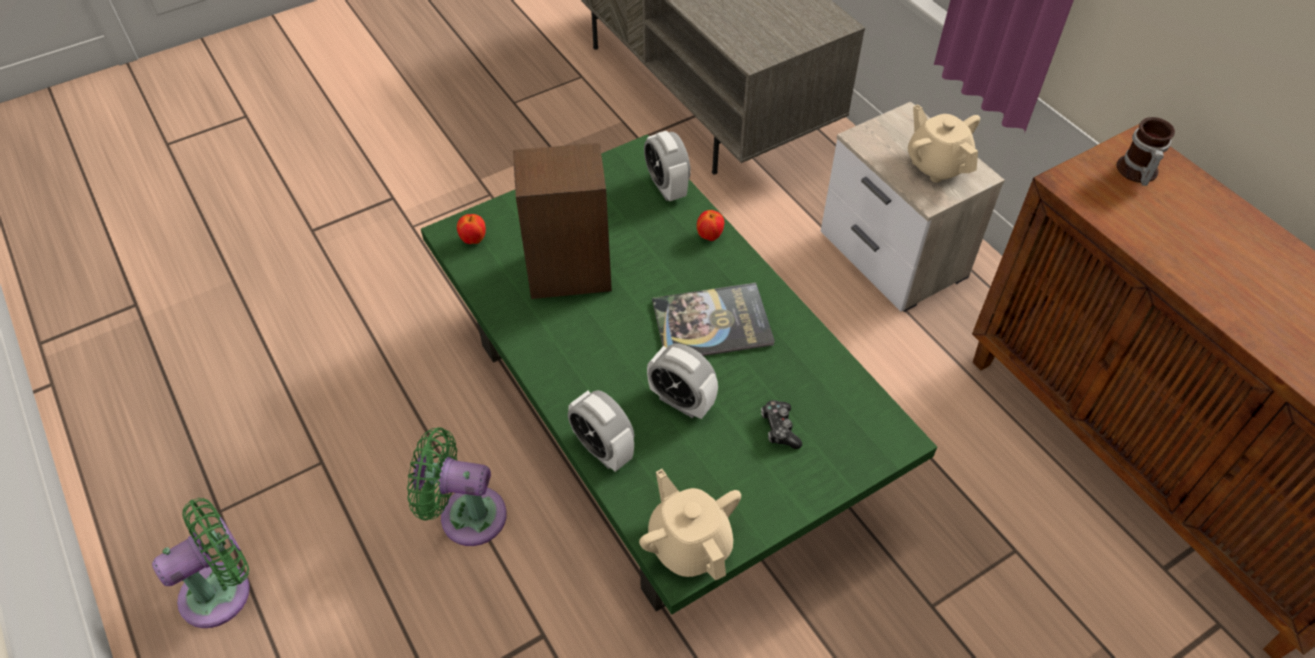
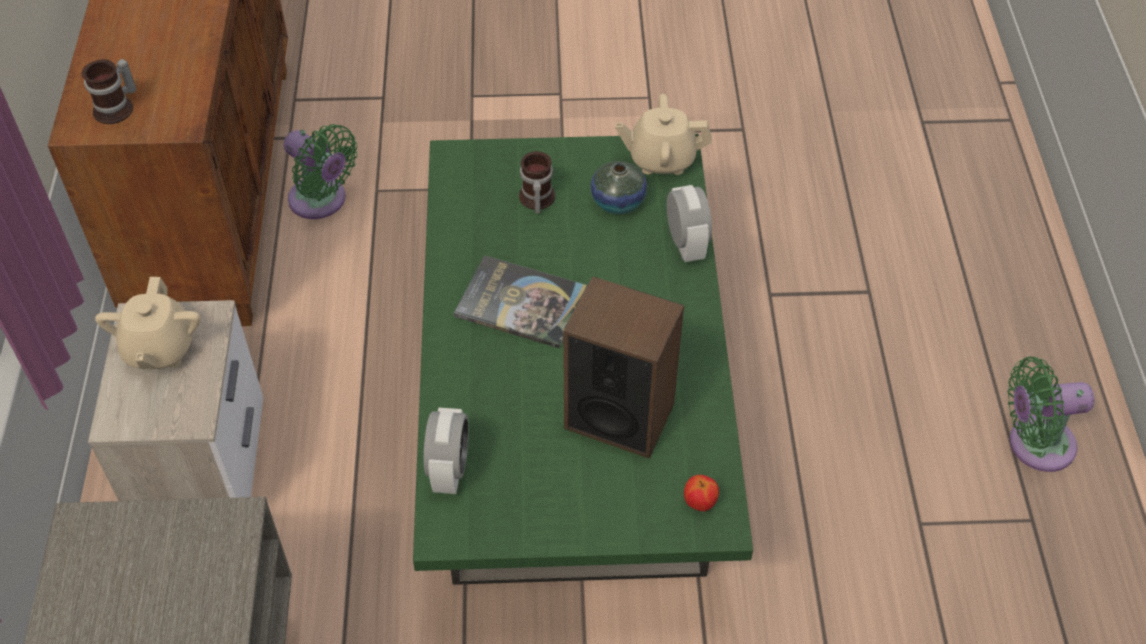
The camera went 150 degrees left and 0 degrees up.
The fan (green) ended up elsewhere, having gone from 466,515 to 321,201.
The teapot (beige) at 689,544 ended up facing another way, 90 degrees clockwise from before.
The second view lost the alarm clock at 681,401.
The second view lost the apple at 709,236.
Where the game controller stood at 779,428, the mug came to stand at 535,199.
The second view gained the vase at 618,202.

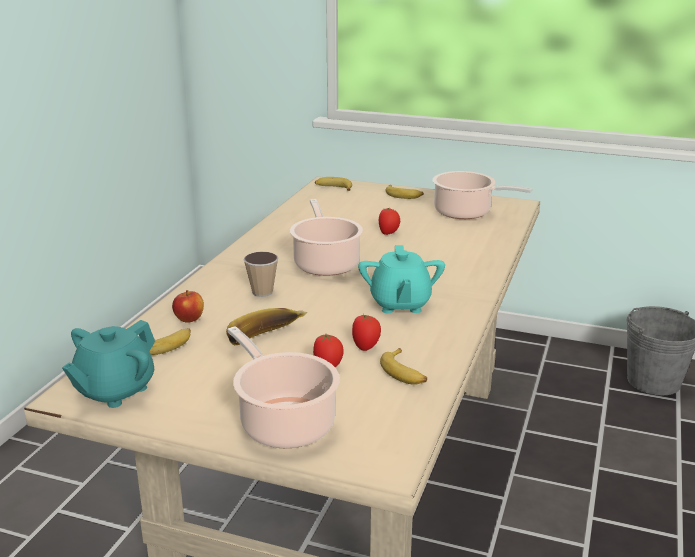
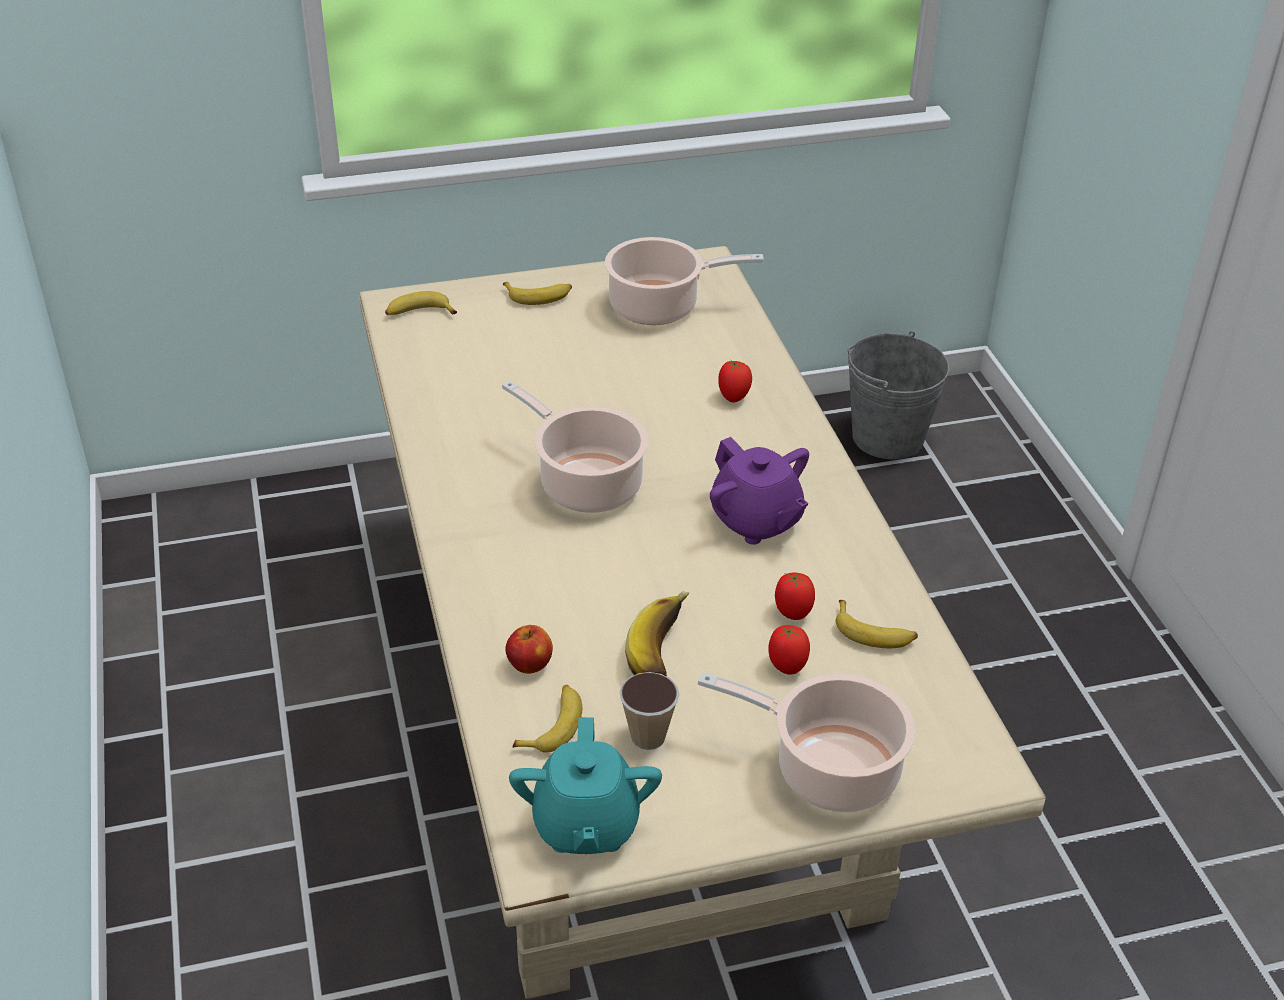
The camera went 35 degrees left and 15 degrees up.
The cup ended up elsewhere, having gone from 262,292 to 648,737.
What was the teapot (turquoise) at 400,304 turned into the teapot (purple) at 756,521.
The tomato ended up elsewhere, having gone from 388,233 to 734,397.

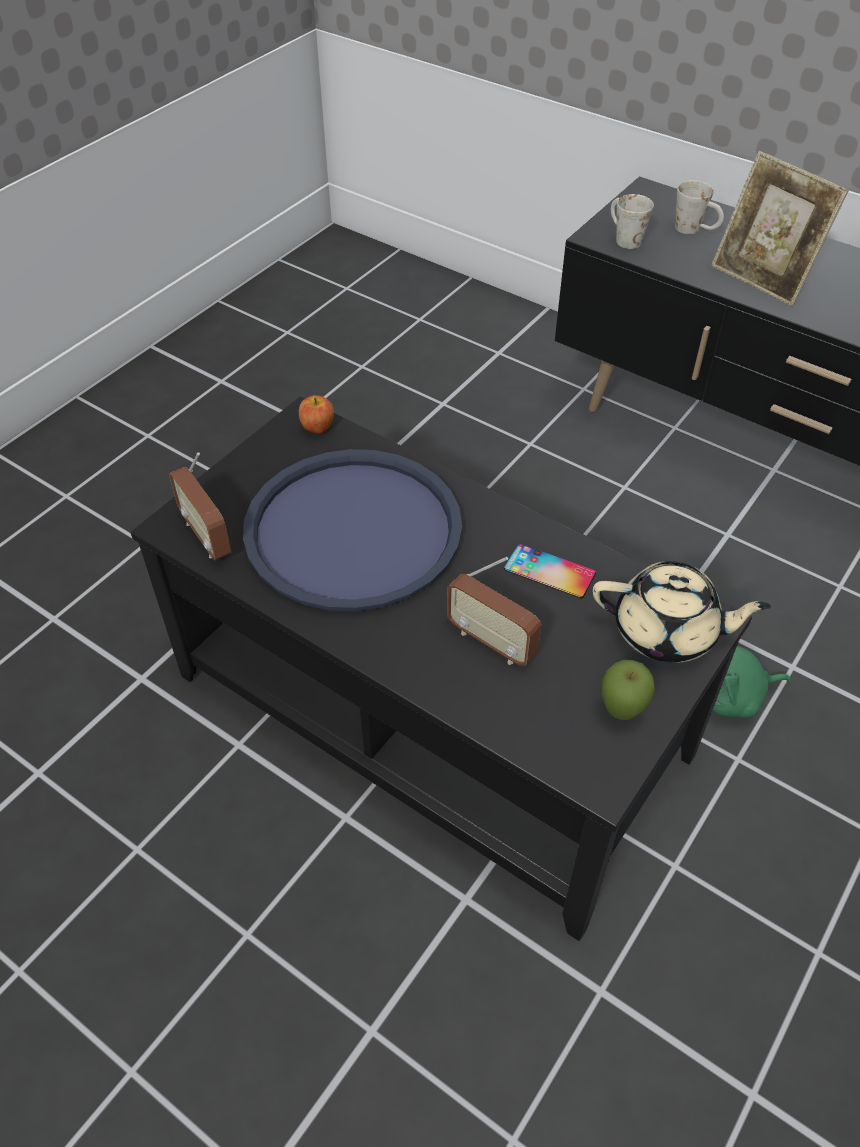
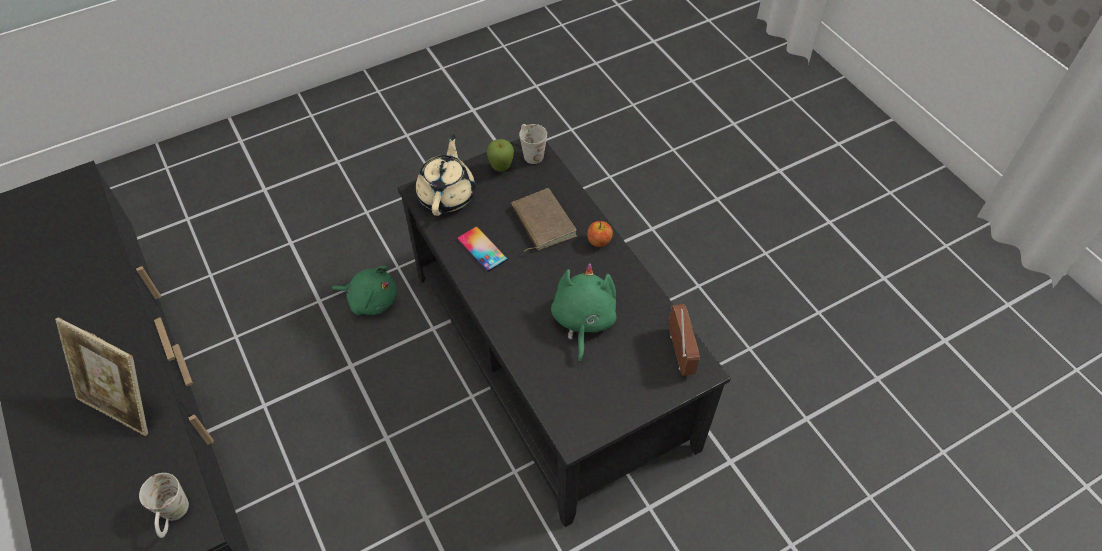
The camera went 155 degrees left and 5 degrees up.
Where the tray (blue) stood at 352,530, the plush toy (green) came to stand at 583,320.
The apple ended up elsewhere, having gone from 317,427 to 599,241.
Where the radio stood at 491,642, the book (brown) came to stand at 541,222.
The teapot (beige) at 667,632 ended up facing another way, 60 degrees clockwise from before.
The mug (white) ended up elsewhere, having gone from 695,230 to 530,152.
The picture frame at 762,279 ended up facing another way, 135 degrees clockwise from before.

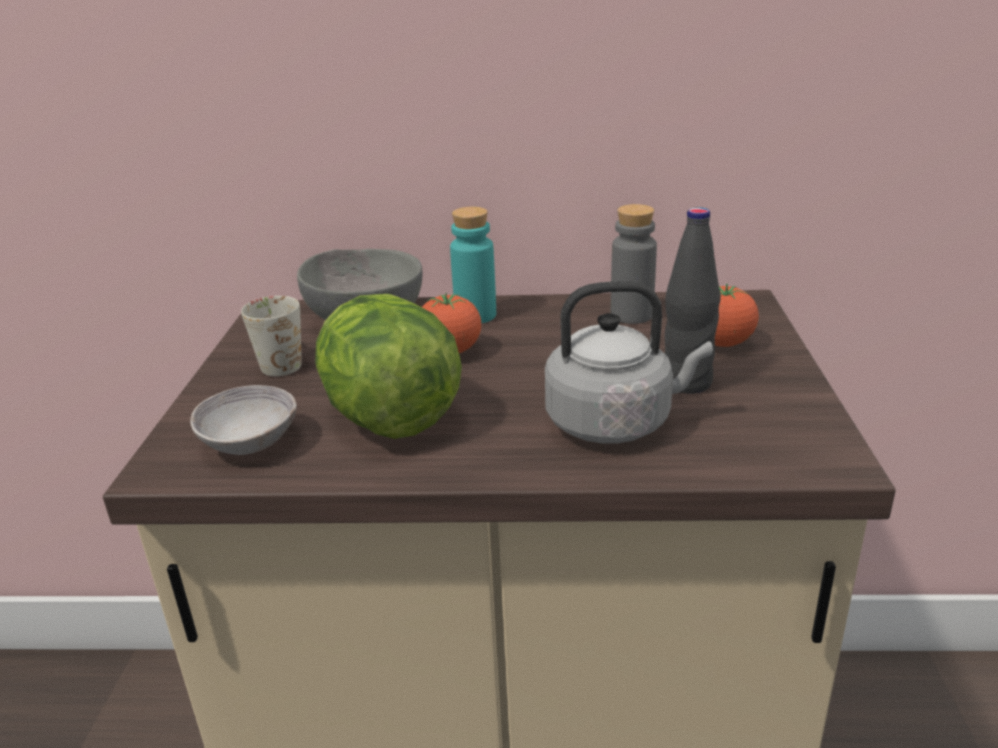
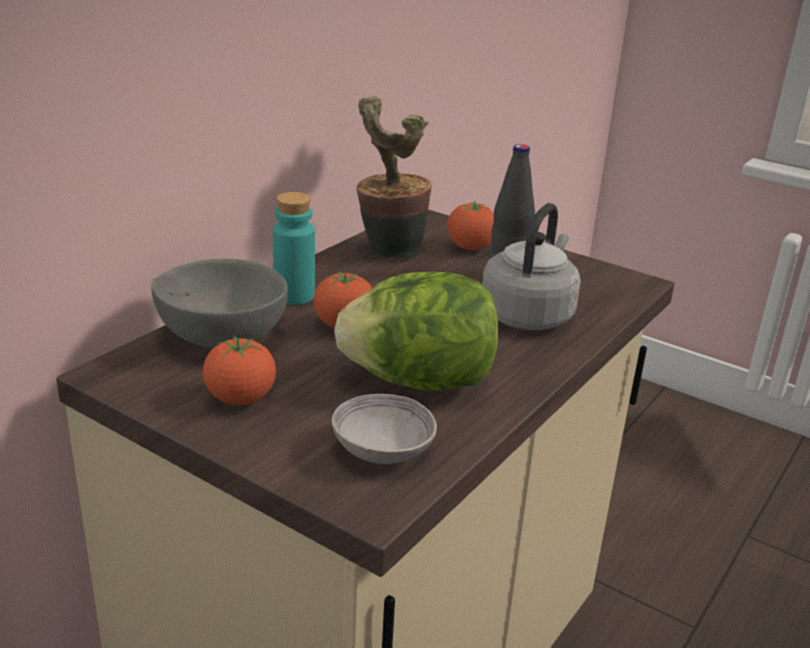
The camera went 60 degrees left and 0 degrees up.
Where the mug (white) stood at 278,361, the tomato came to stand at 240,399.
Where the bottle (grey) stood at 631,315, the potted plant came to stand at 388,252.

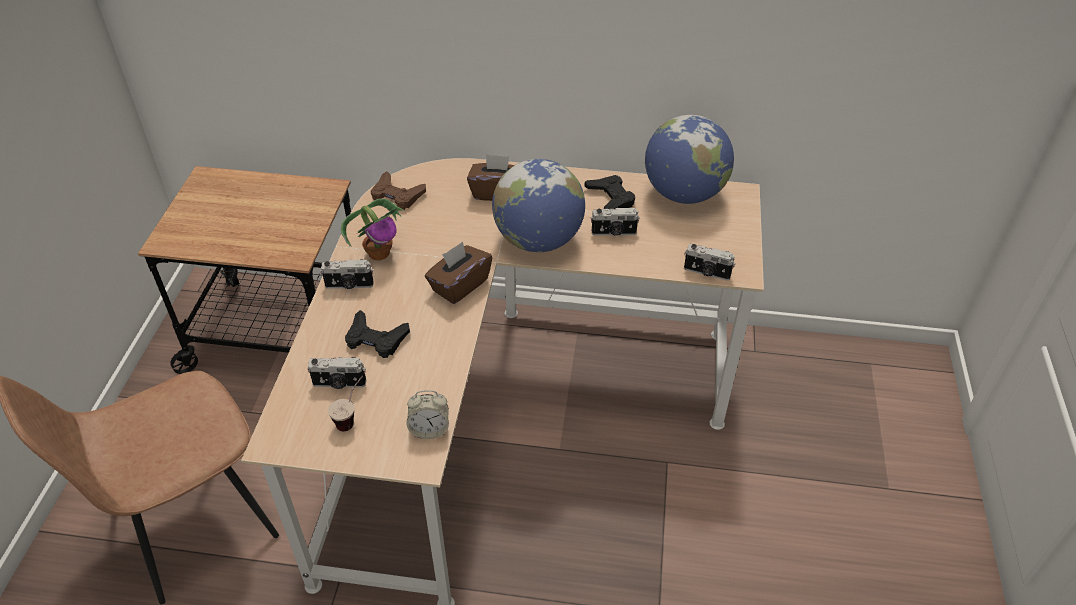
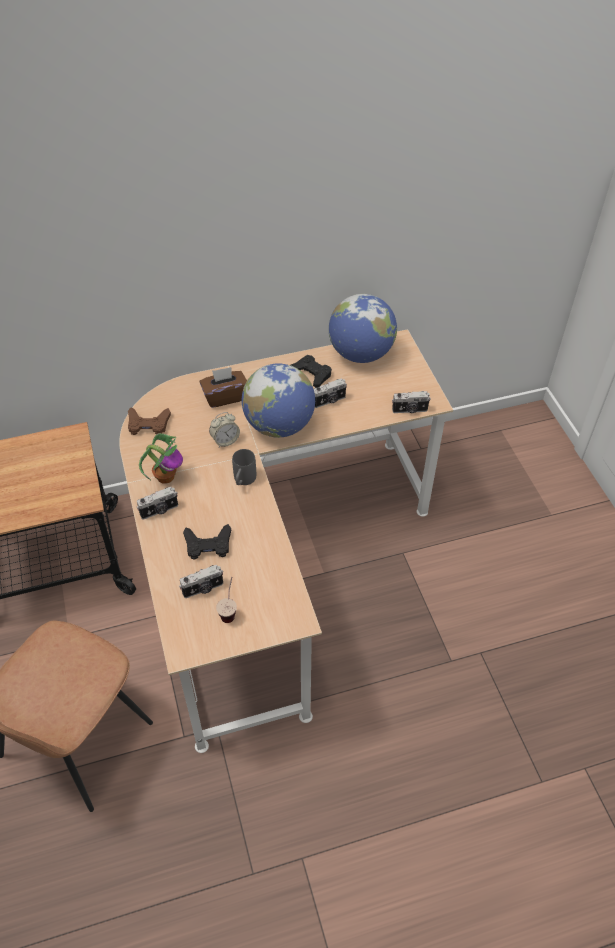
The camera went 25 degrees left and 5 degrees up.
The alarm clock ended up elsewhere, having gone from 429,429 to 225,440.
Where the tissue box (brown) stood at 459,285, the mug (grey) came to stand at 243,481.

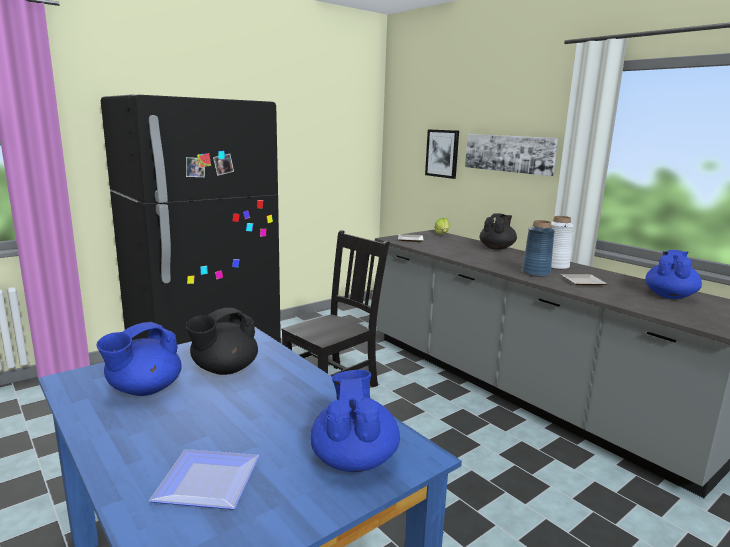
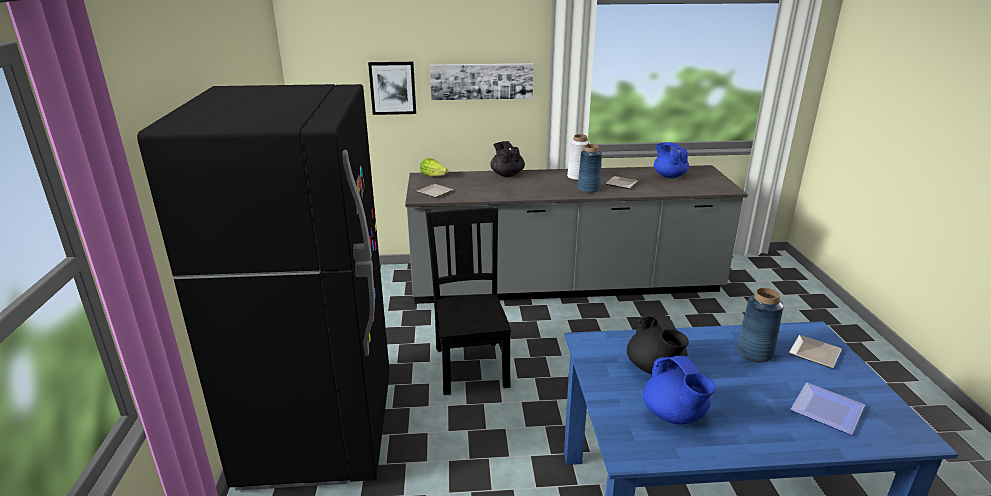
The camera went 55 degrees left and 10 degrees up.
Where the teapot (blue) stood at 354,459, the plate came to stand at 813,352.
The second view gained the vase (blue) at 754,352.

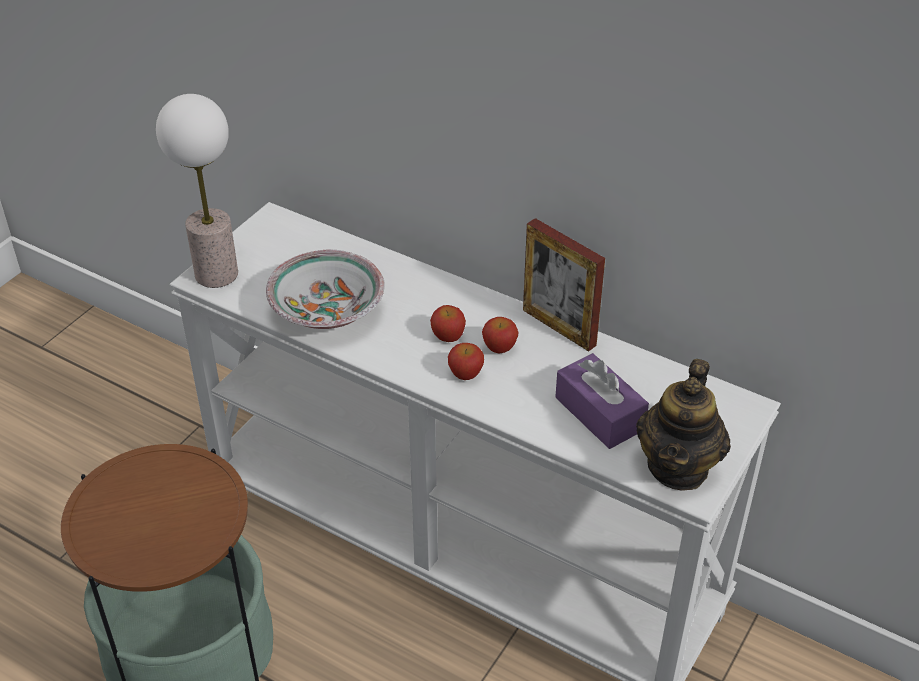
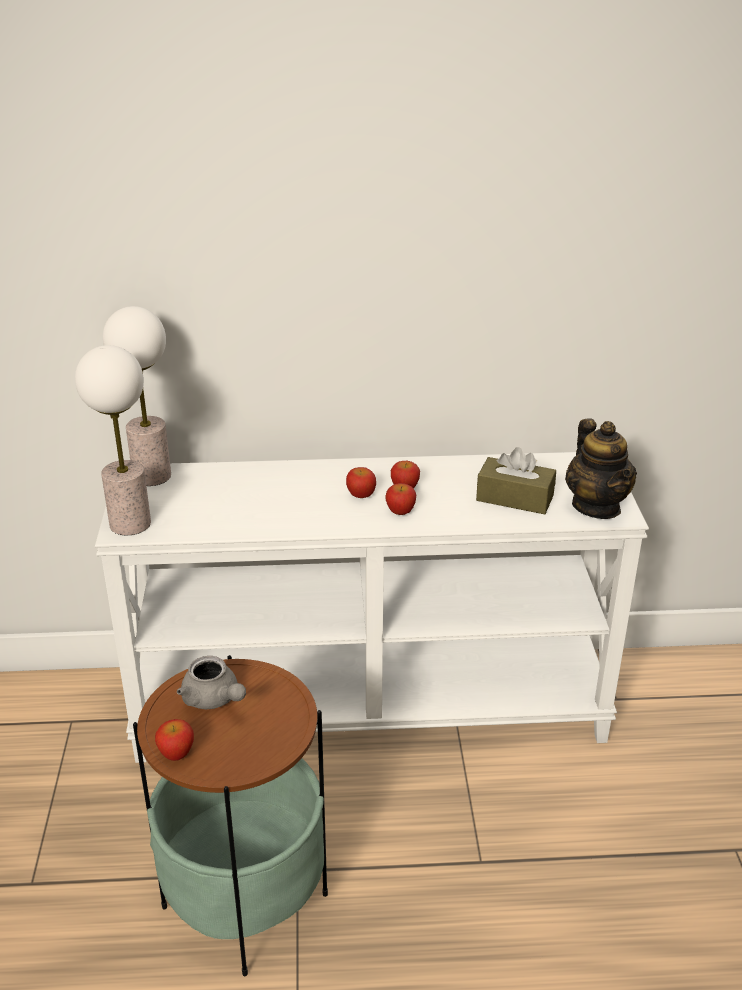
The camera went 35 degrees left and 10 degrees down.
The second view lost the bowl at 326,311.
The second view lost the picture frame at 559,327.
What was the tissue box (purple) at 599,413 turned into the tissue box (brown) at 514,498.
The second view gained the table lamp at 151,476.
The second view gained the apple at 176,752.
The second view gained the teapot (grey) at 214,699.

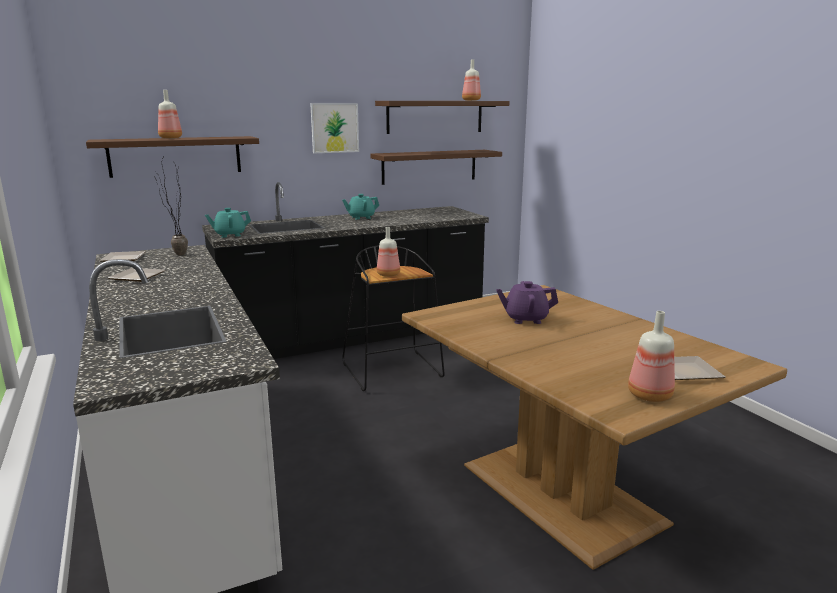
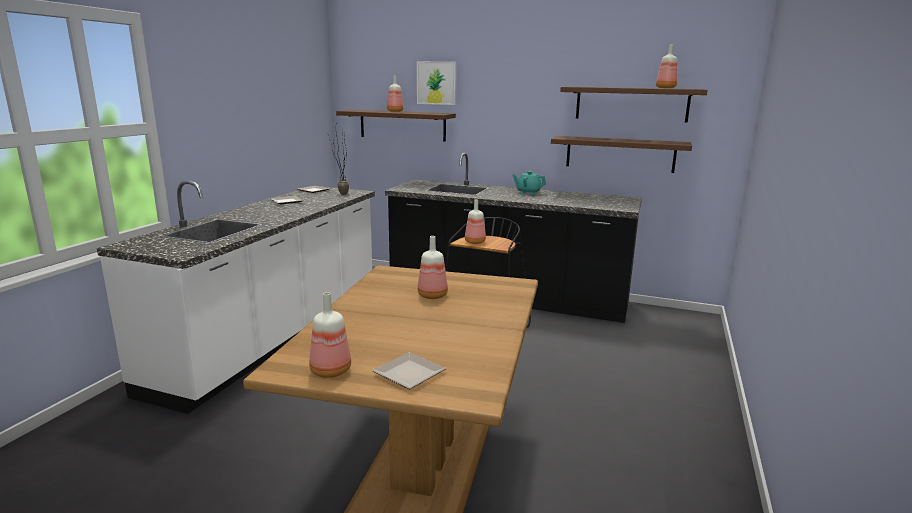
The camera went 45 degrees right and 0 degrees up.
The second view lost the teapot (turquoise) at 229,235.
The picture ended up elsewhere, having gone from 334,128 to 436,83.
Where the teapot (purple) stood at 525,319, the bottle came to stand at 433,295.

